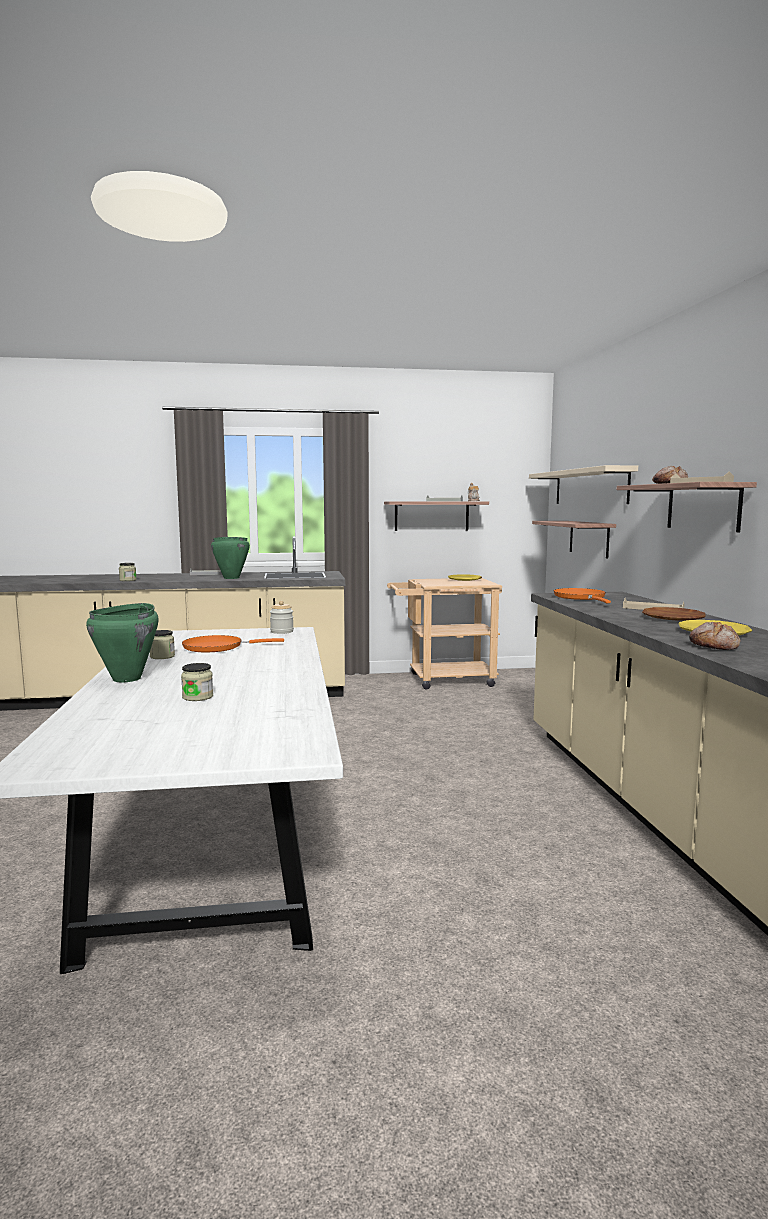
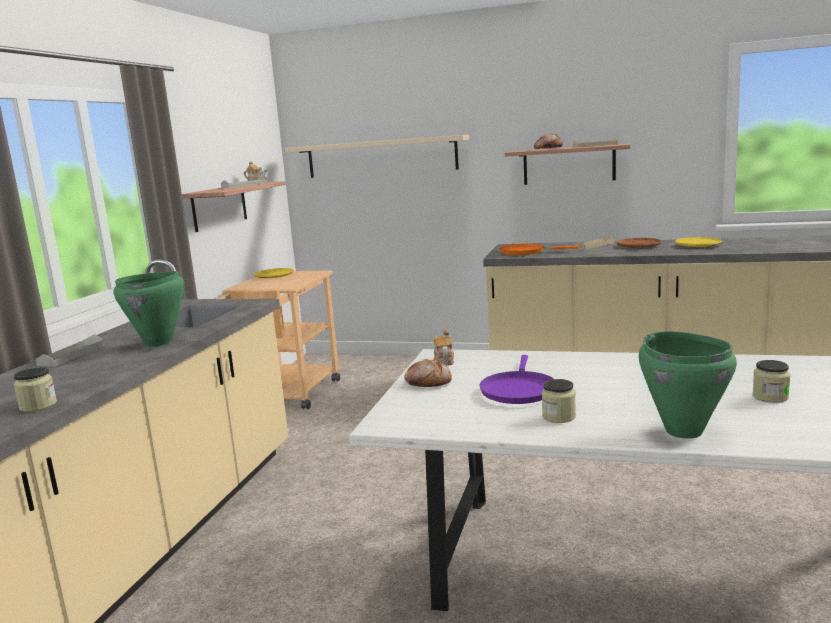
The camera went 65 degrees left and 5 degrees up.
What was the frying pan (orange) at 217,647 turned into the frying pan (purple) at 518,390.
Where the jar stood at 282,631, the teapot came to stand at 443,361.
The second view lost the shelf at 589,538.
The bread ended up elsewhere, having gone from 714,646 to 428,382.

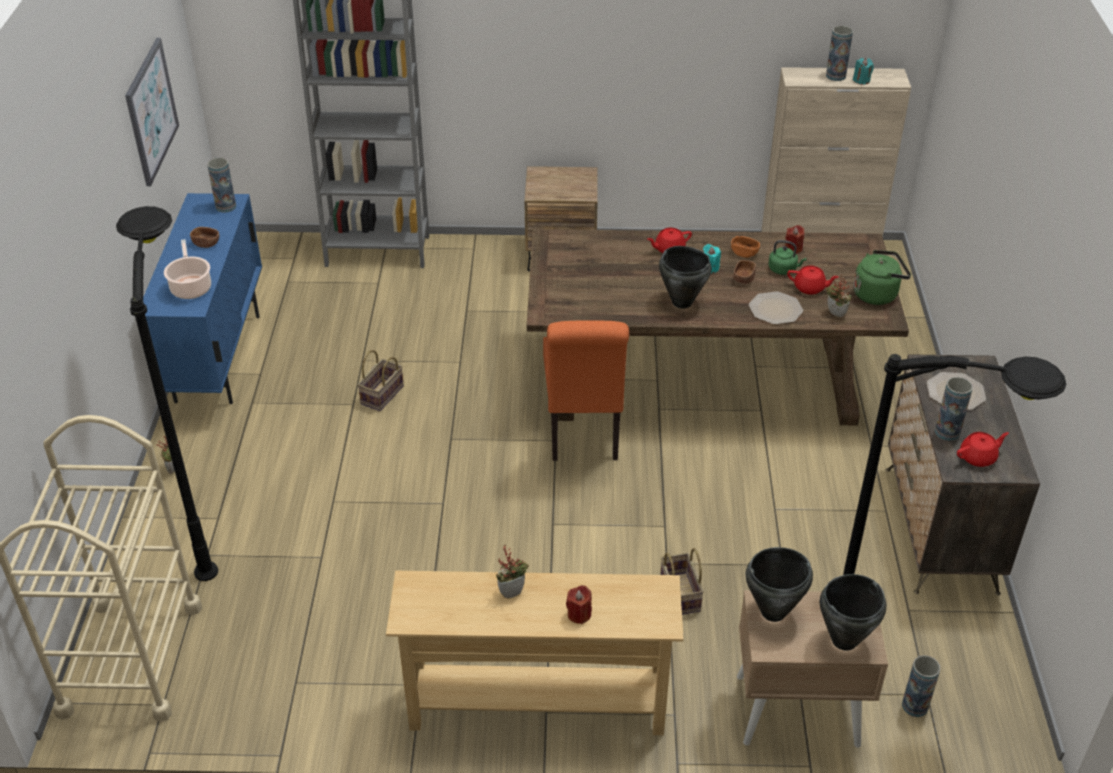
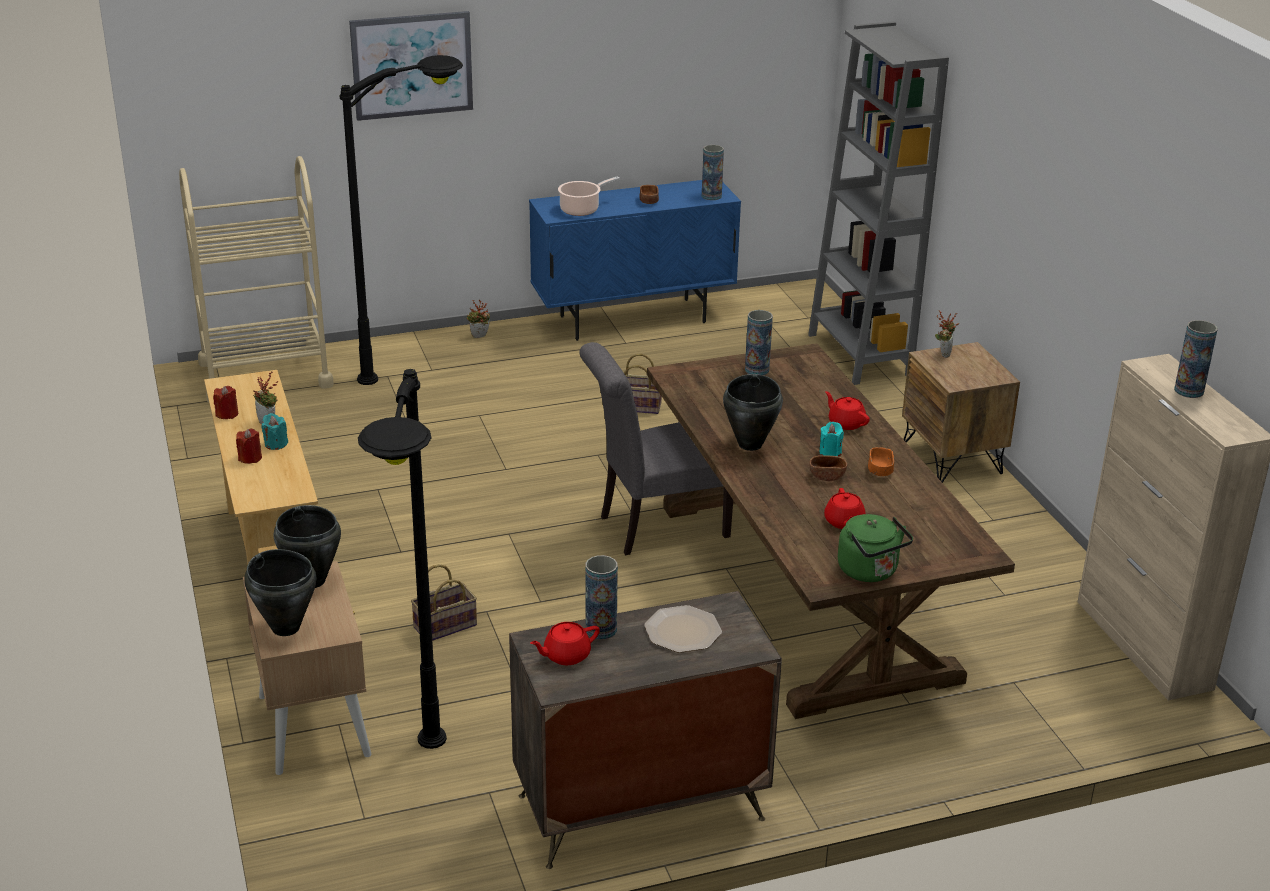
The camera went 70 degrees right and 10 degrees down.
The picture ended up elsewhere, having gone from 151,111 to 412,65.
What was the chair (orange) at 583,432 turned into the chair (grey) at 655,527.
The second view lost the plate at 775,309.
The second view lost the kettle (green) at 784,269.
The candle (red) ended up elsewhere, having gone from 793,249 to 227,414.
The potted plant ended up elsewhere, having gone from 834,314 to 943,353.
The candle (turquoise) ended up elsewhere, having gone from 861,80 to 275,444.
The vase ended up elsewhere, having gone from 915,706 to 757,370.
The teapot (red) at 978,457 ended up facing another way, 105 degrees clockwise from before.

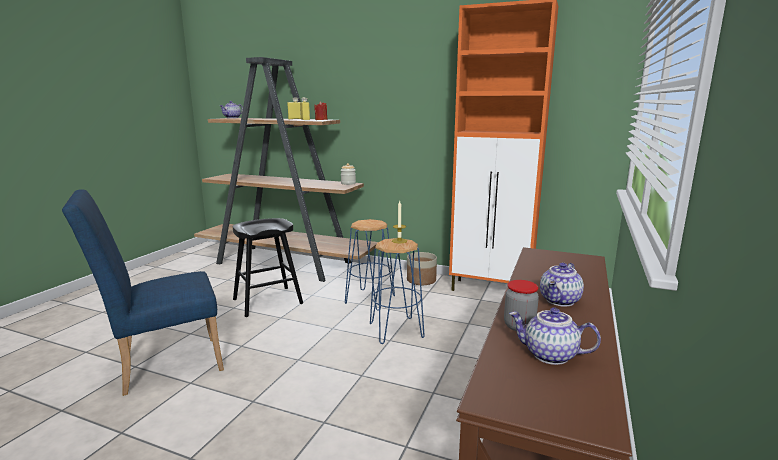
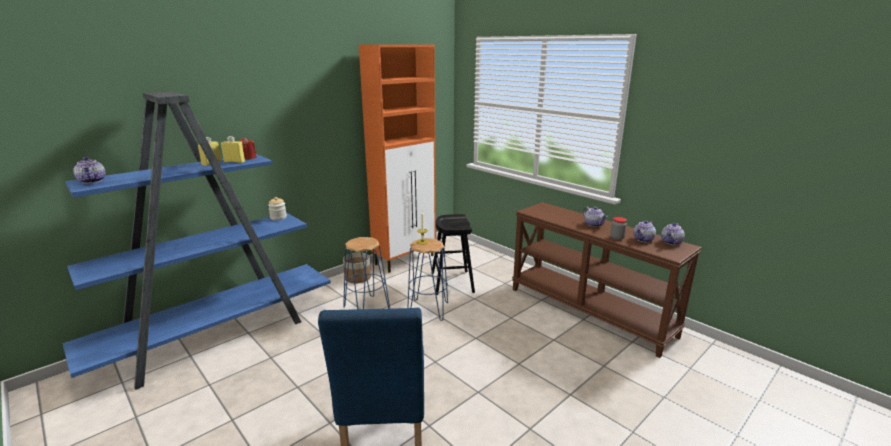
The camera went 65 degrees left and 5 degrees up.
What was the bookcase (brown) at 286,263 turned into the bookcase (blue) at 218,336.
The stool (black) ended up elsewhere, having gone from 267,301 to 452,282.
The second view gained the teapot at 671,242.

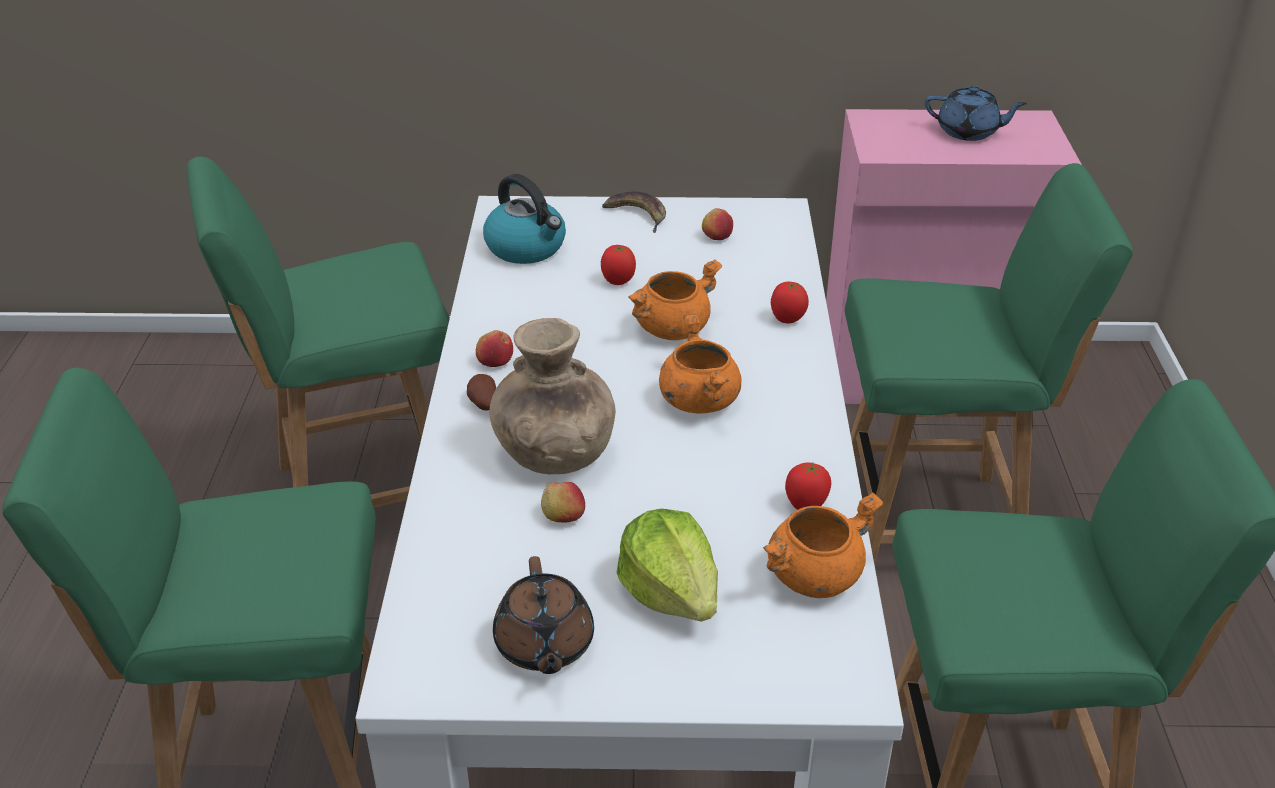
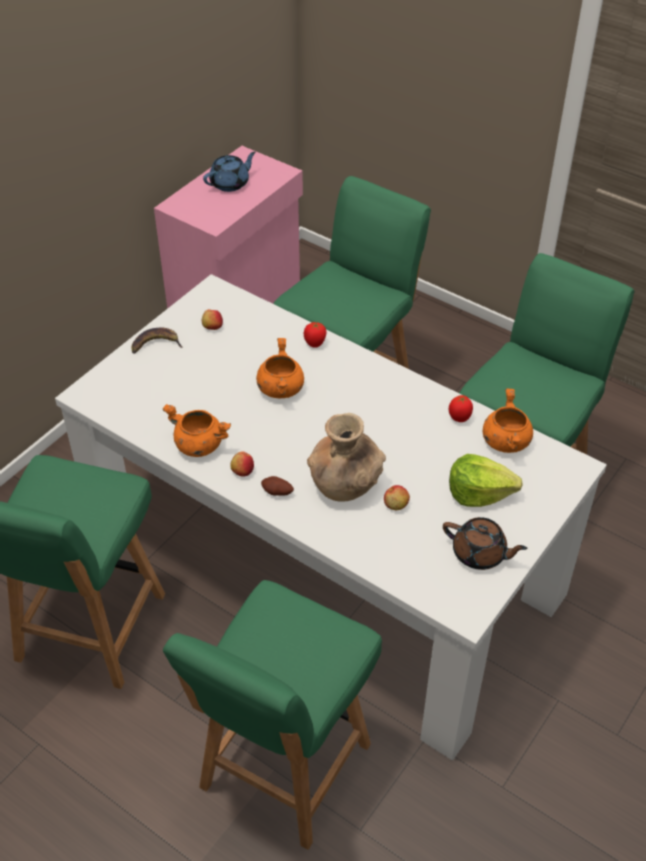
The camera went 55 degrees left and 10 degrees up.
The second view lost the kettle at 527,248.
The second view lost the tomato at 618,282.
The cooking pot (orange) ended up elsewhere, having gone from 698,400 to 198,445.

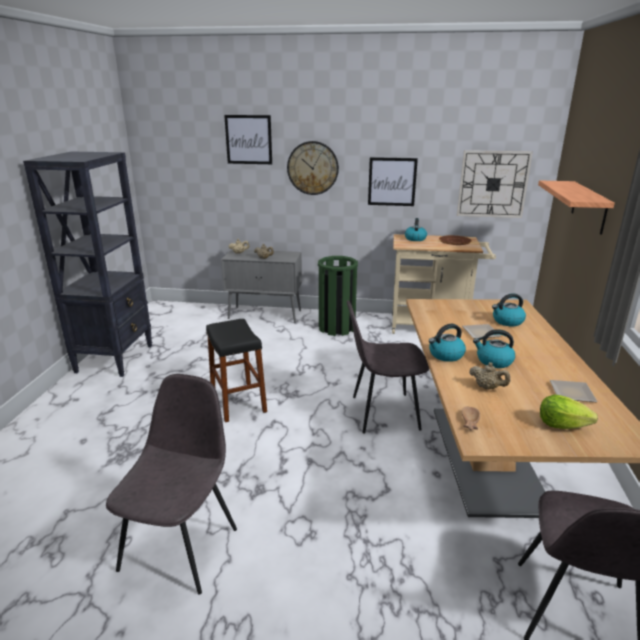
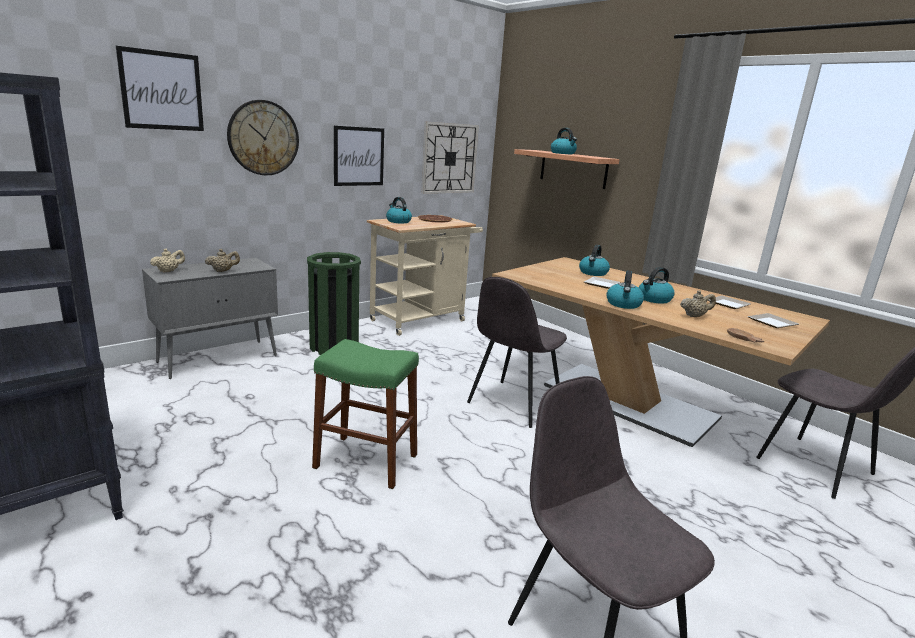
The camera went 50 degrees left and 5 degrees down.
What was the stool (black) at 238,402 turned into the stool (green) at 366,461.
Where the lettuce stood at 561,425, the plate came to stand at 770,322.
The second view gained the kettle at 563,153.

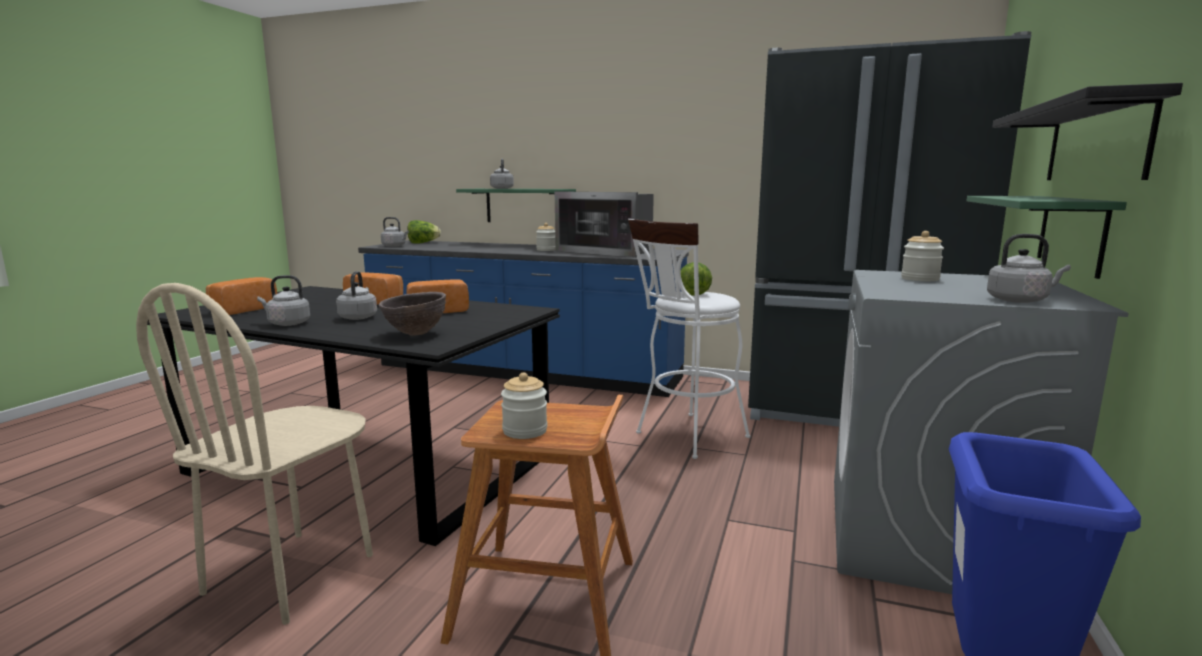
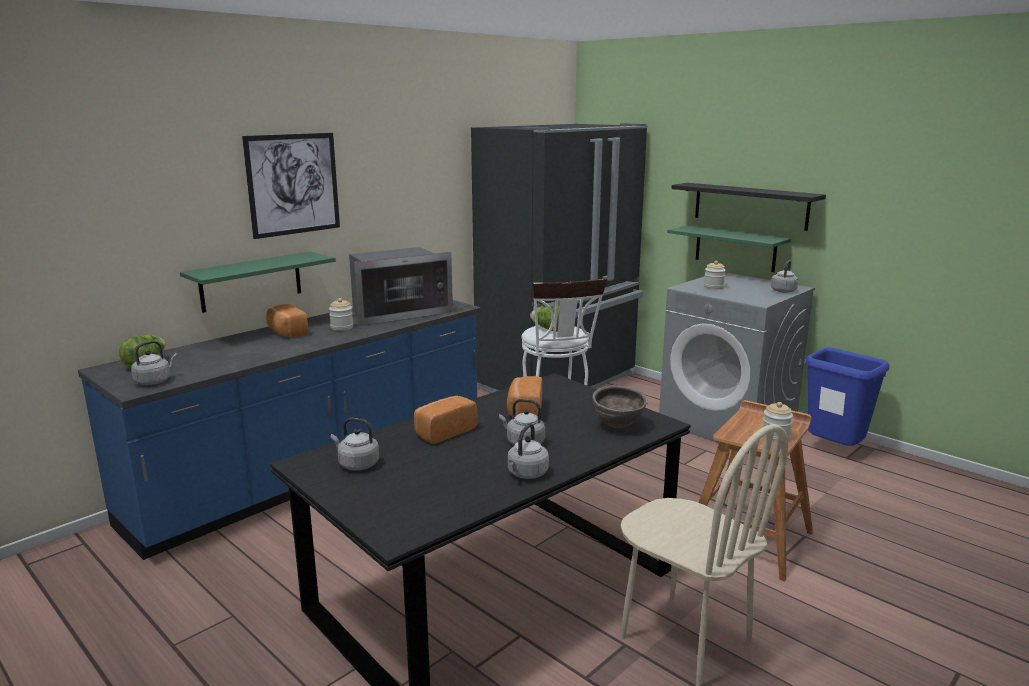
The camera went 65 degrees left and 5 degrees up.
The bread ended up elsewhere, having gone from 242,310 to 286,332.
The kettle (grey) ended up elsewhere, having gone from 502,188 to 357,464.
The second view gained the picture at 293,184.

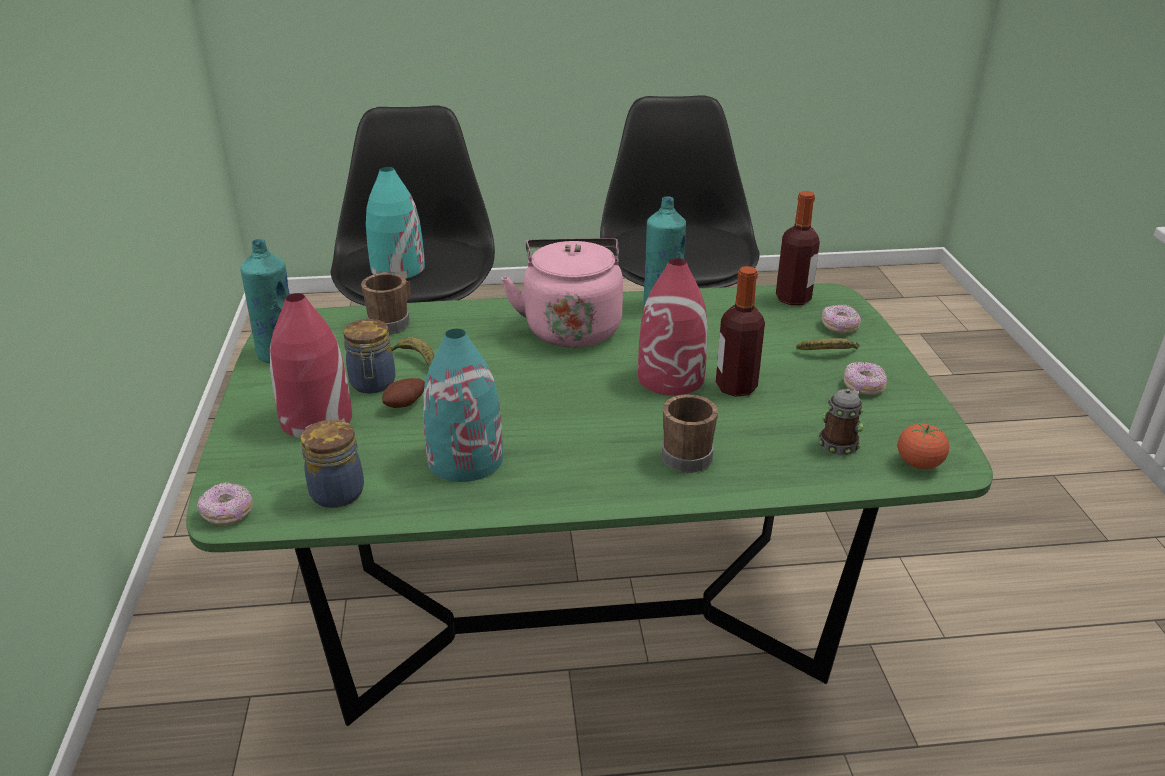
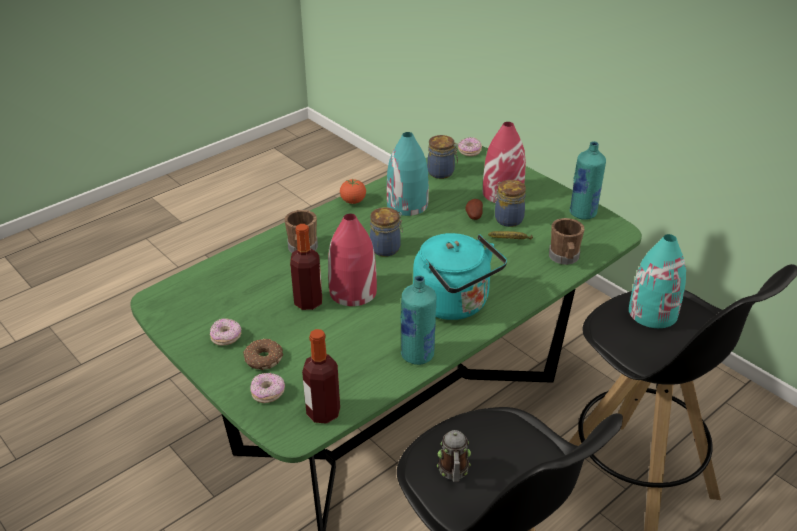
The camera went 145 degrees right and 5 degrees up.
What was the kettle (pink) at 571,327 turned into the kettle (turquoise) at 455,304.
Where the banana stood at 829,353, the donut came to stand at 263,359.
The mug ended up elsewhere, having gone from 840,442 to 453,471.
The tomato ended up elsewhere, having gone from 919,464 to 353,201.
The second view gained the jar at 386,248.

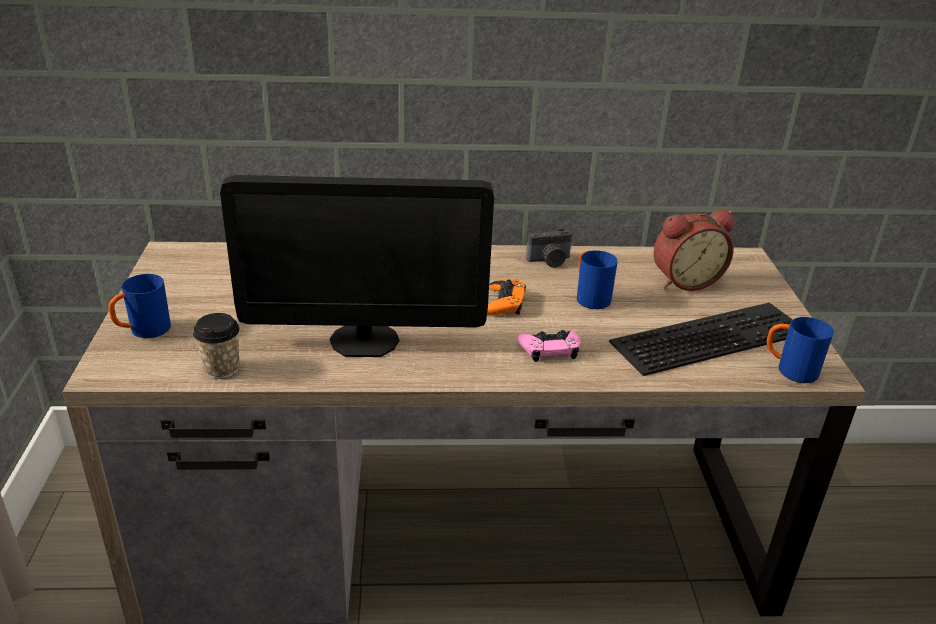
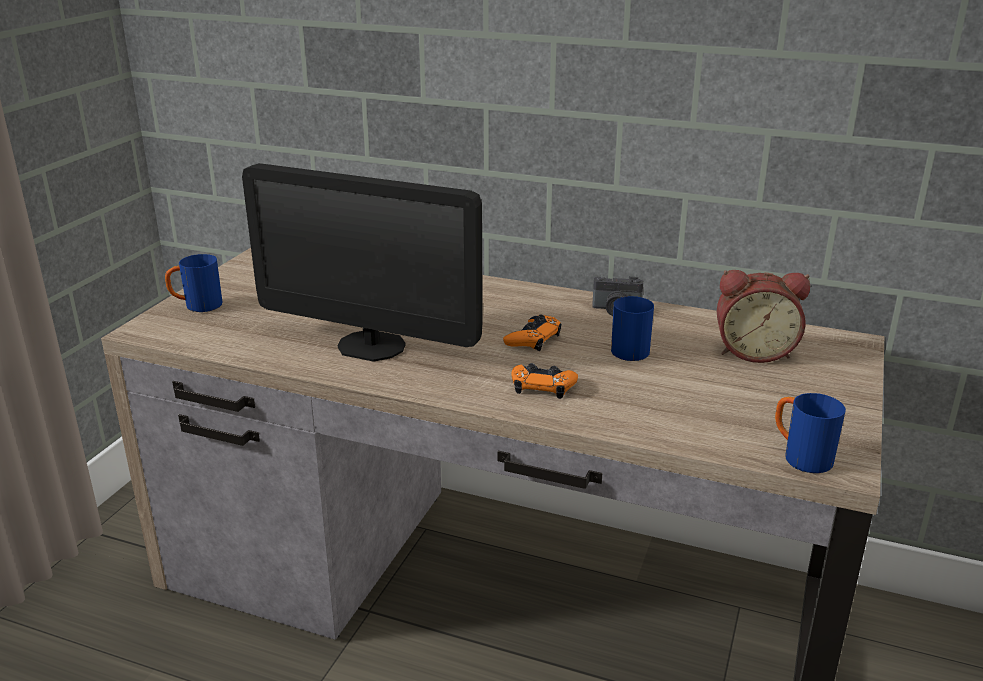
The camera went 25 degrees right and 5 degrees down.
The second view lost the cup at 222,369.
What was the game controller (pink) at 550,349 turned into the game controller (orange) at 542,386.
The second view lost the keyboard at 709,335.

